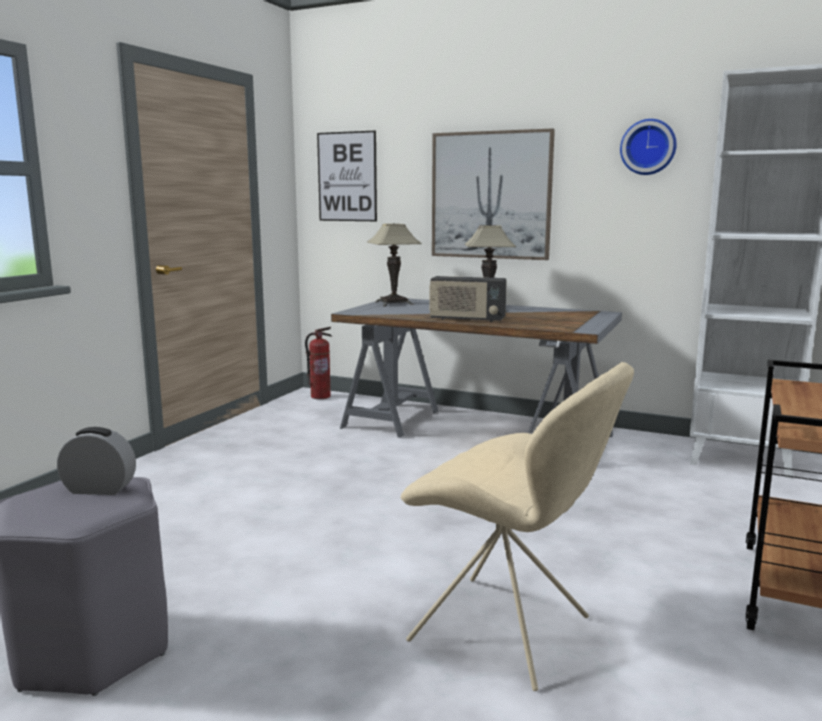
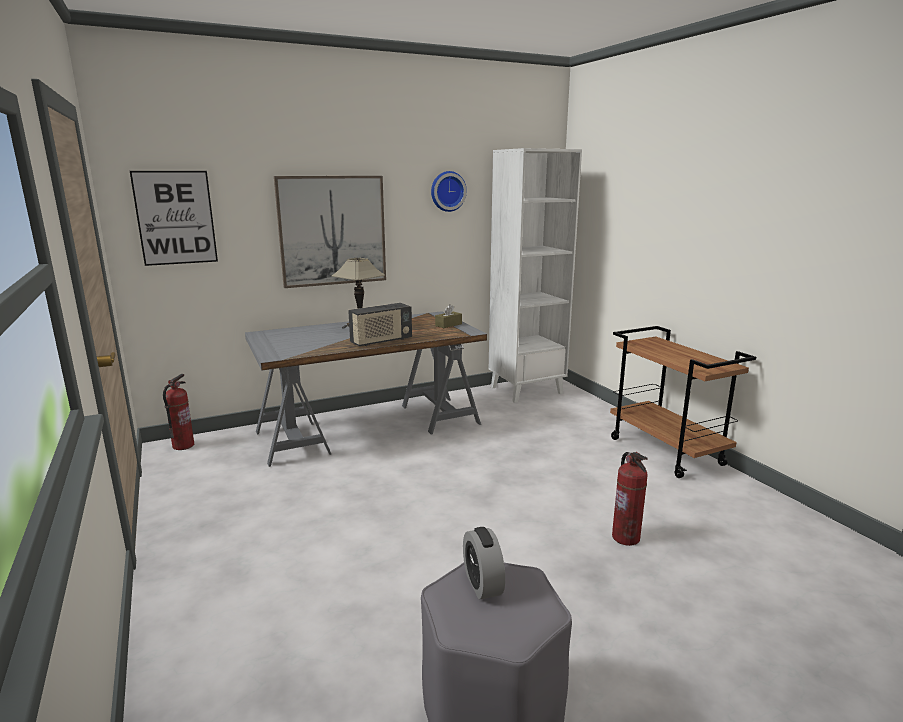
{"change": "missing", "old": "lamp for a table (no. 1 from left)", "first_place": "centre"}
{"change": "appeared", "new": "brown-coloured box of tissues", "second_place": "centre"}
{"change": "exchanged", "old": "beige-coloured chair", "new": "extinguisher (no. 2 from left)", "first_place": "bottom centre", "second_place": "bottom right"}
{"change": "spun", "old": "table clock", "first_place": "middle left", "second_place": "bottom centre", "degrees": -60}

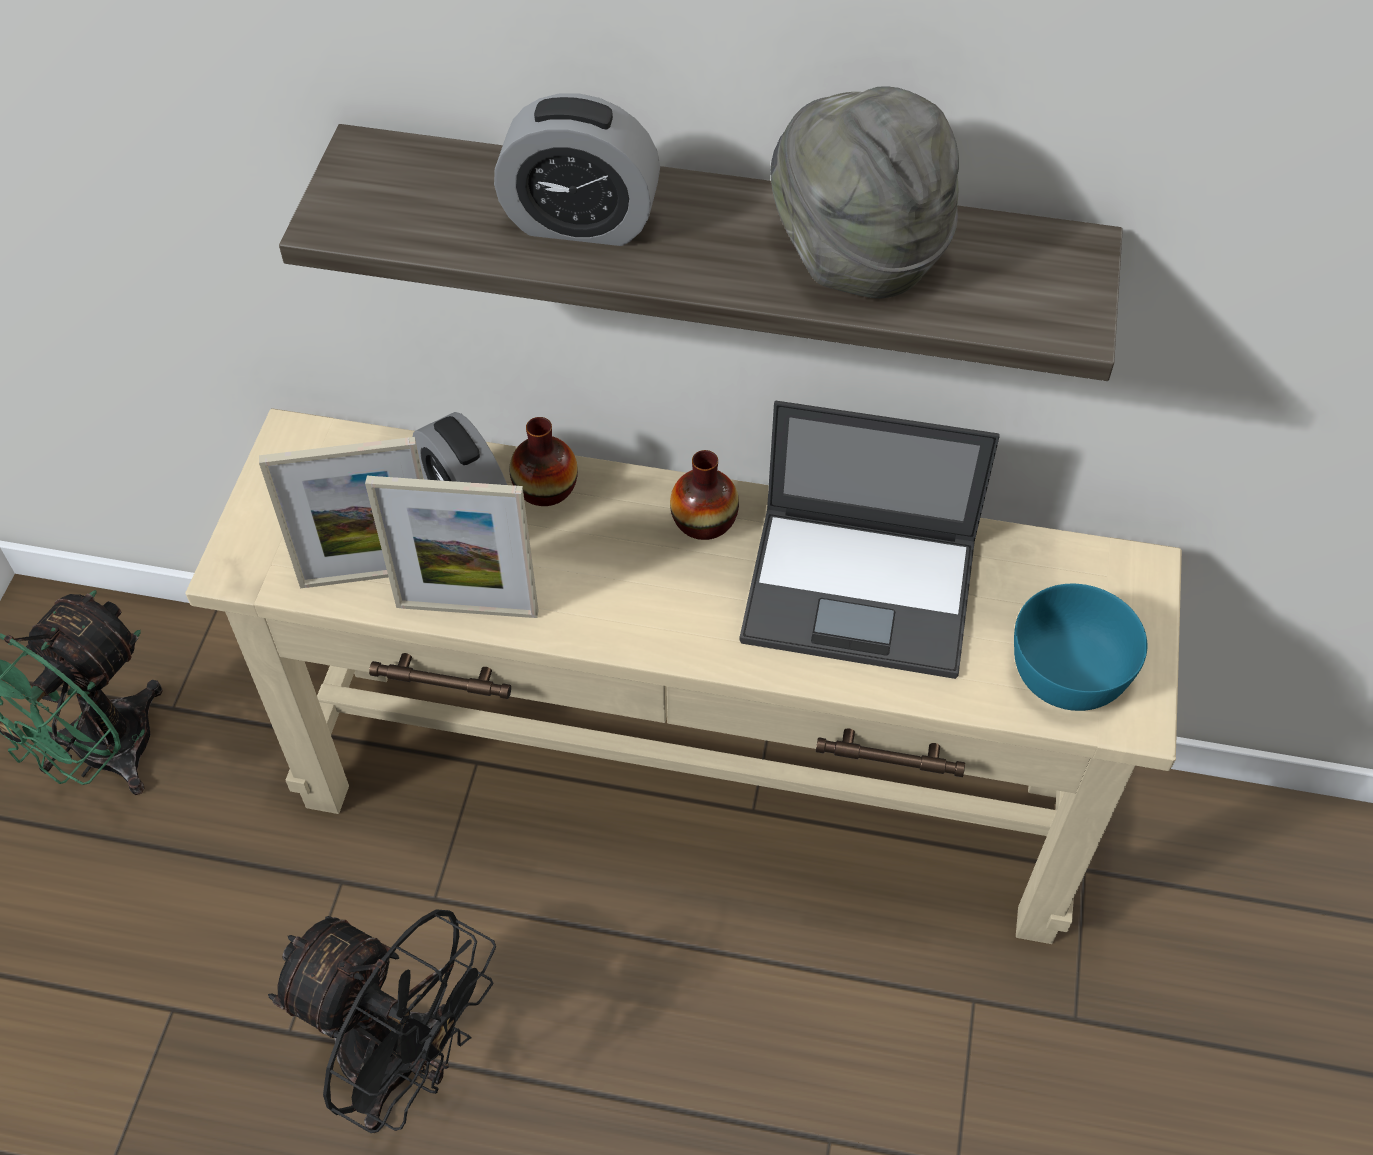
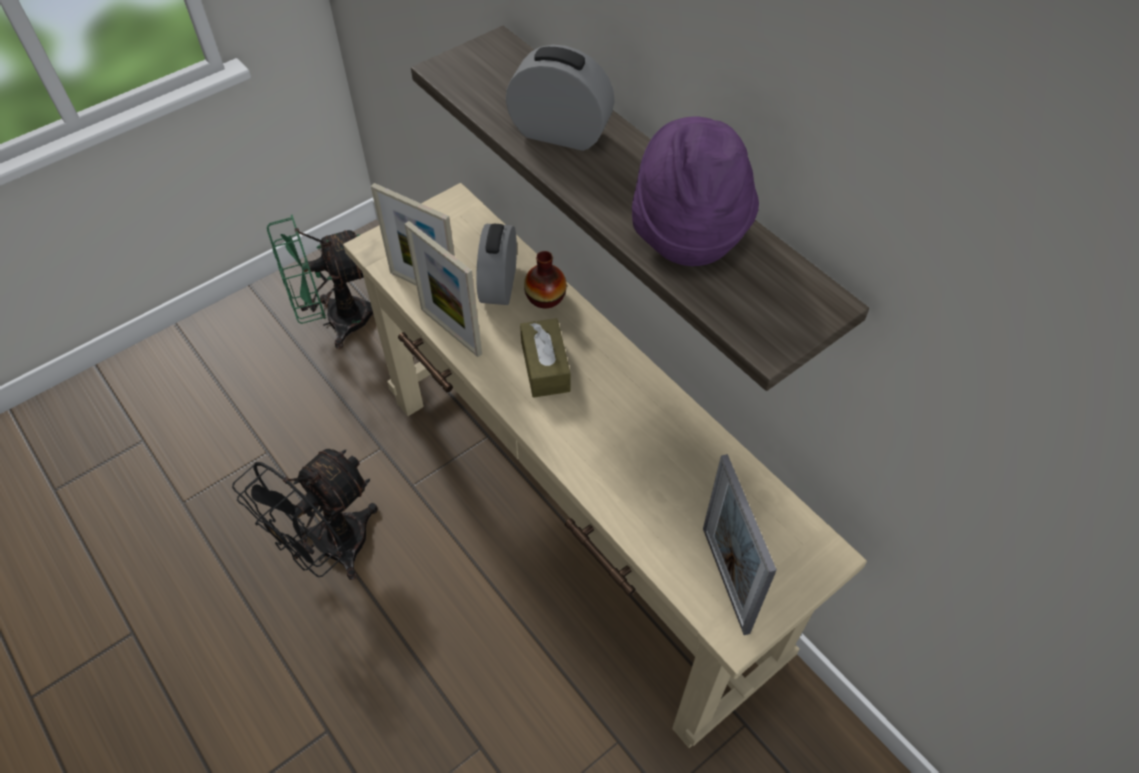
{"change": "missing", "old": "decorative vase (no. 2 from left)", "first_place": "centre"}
{"change": "missing", "old": "portable computer", "first_place": "centre"}
{"change": "appeared", "new": "brown-coloured box of tissues", "second_place": "centre"}
{"change": "exchanged", "old": "blue-green deep dish", "new": "photo frame (no. 3 from left)", "first_place": "middle right", "second_place": "bottom centre"}
{"change": "colour", "old": "gray wearable hat", "new": "purple wearable hat", "first_place": "top centre", "second_place": "top centre"}
{"change": "spun", "old": "blackish fan", "first_place": "bottom left", "second_place": "middle left", "degrees": 60}
{"change": "spun", "old": "table clock (no. 2 from left)", "first_place": "top centre", "second_place": "top centre", "degrees": 150}

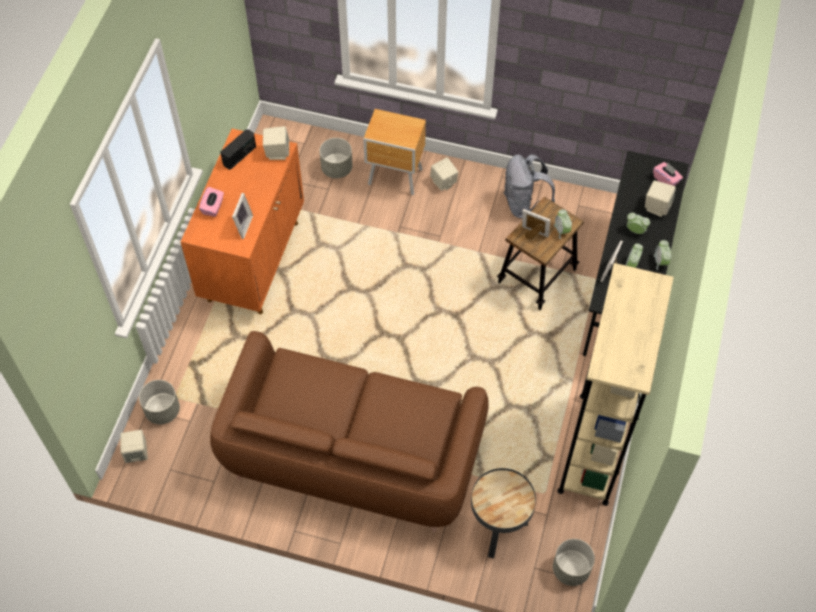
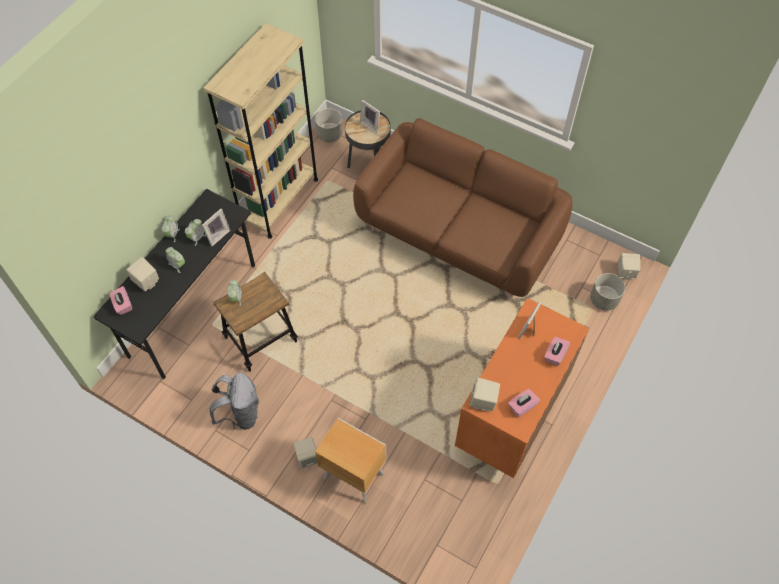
{"change": "missing", "old": "gray planter (no. 2 from left)", "first_place": "top centre"}
{"change": "relocated", "old": "photo frame (no. 2 from left)", "first_place": "centre", "second_place": "top centre"}
{"change": "exchanged", "old": "radio set", "new": "pink box of tissues (no. 2 from left)", "first_place": "top left", "second_place": "bottom right"}

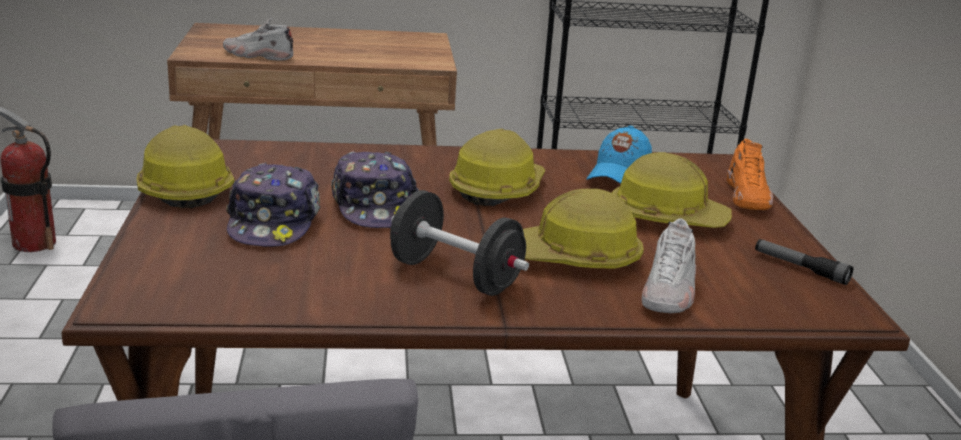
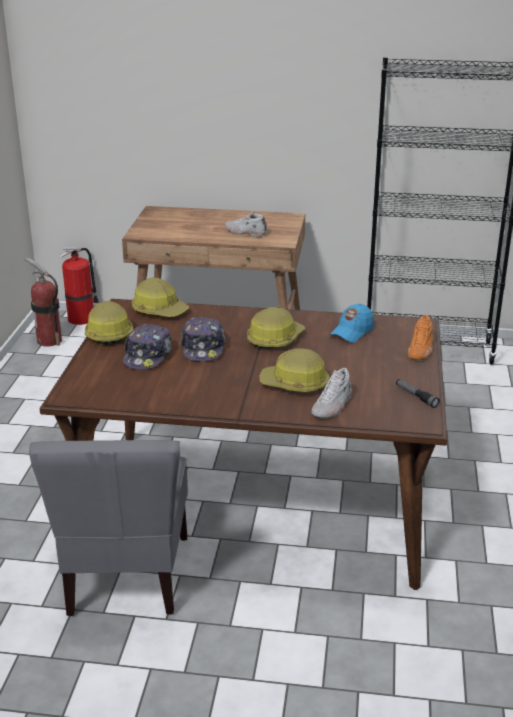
{"change": "missing", "old": "blackish dumbbell", "first_place": "centre"}
{"change": "appeared", "new": "extinguisher (no. 2 from left)", "second_place": "middle left"}
{"change": "relocated", "old": "white-coloured shoe (no. 1 from left)", "first_place": "top left", "second_place": "top centre"}
{"change": "relocated", "old": "hard hat (no. 4 from left in the first image)", "new": "hard hat (no. 2 from left)", "first_place": "middle right", "second_place": "middle left"}

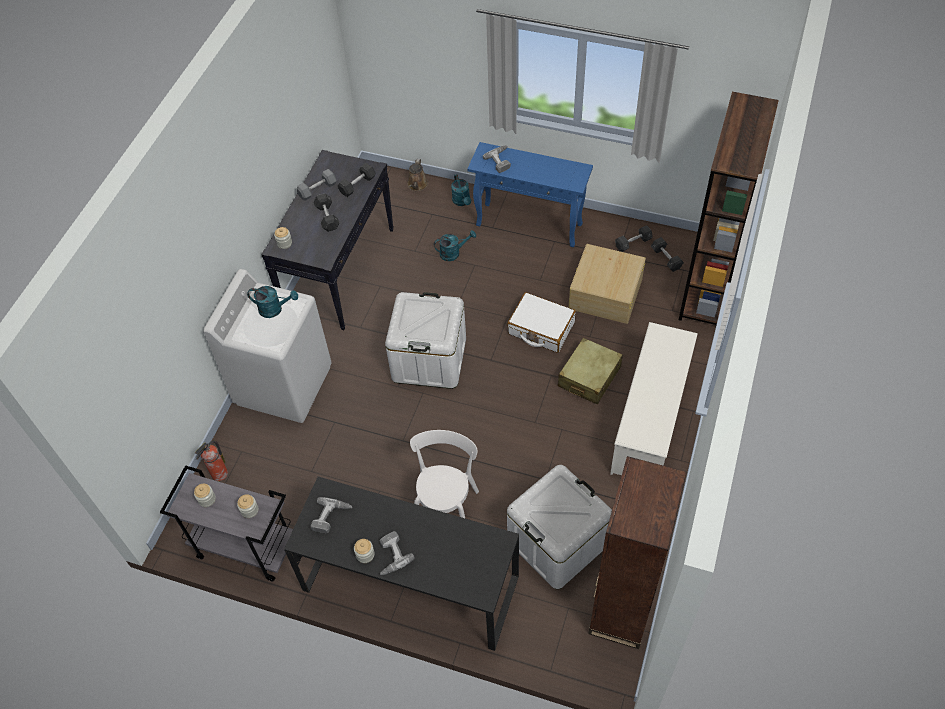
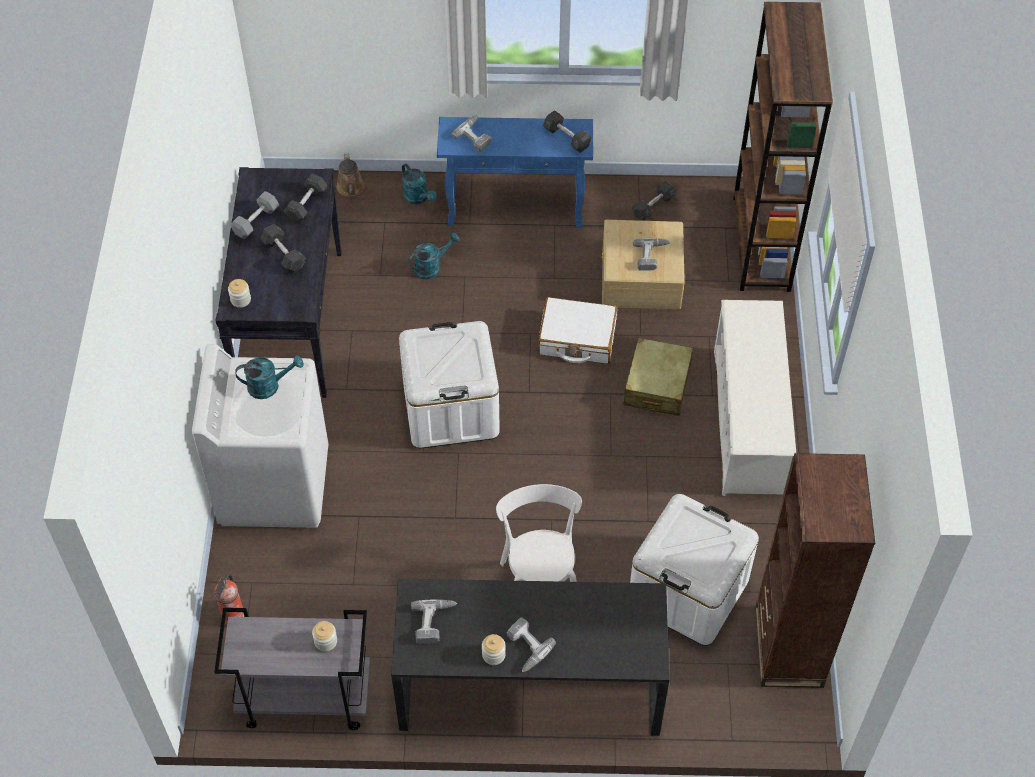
{"change": "missing", "old": "jar (no. 1 from left)", "first_place": "bottom left"}
{"change": "appeared", "new": "power drill (no. 4 from left)", "second_place": "top centre"}
{"change": "relocated", "old": "gray dumbbell (no. 5 from left in the first image)", "new": "gray dumbbell (no. 4 from left)", "first_place": "middle right", "second_place": "top centre"}

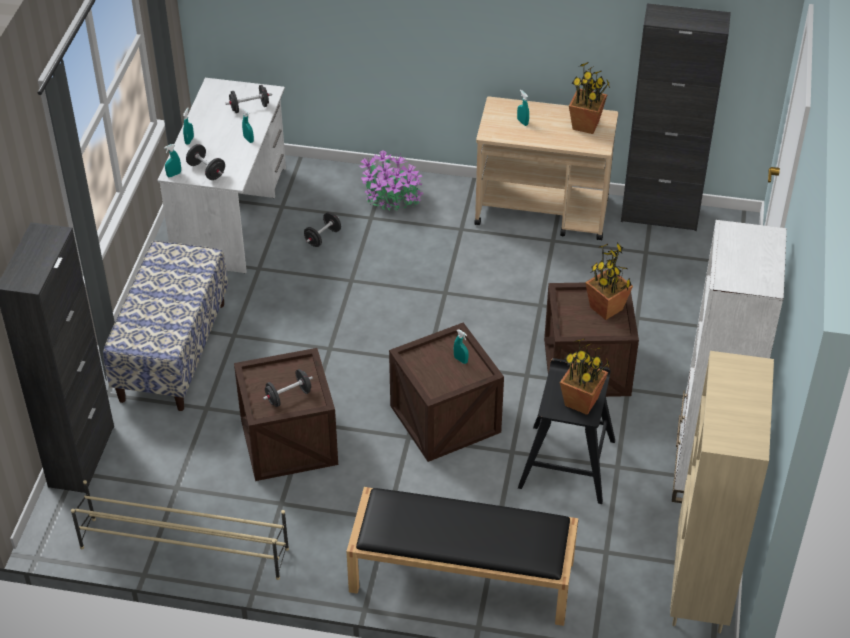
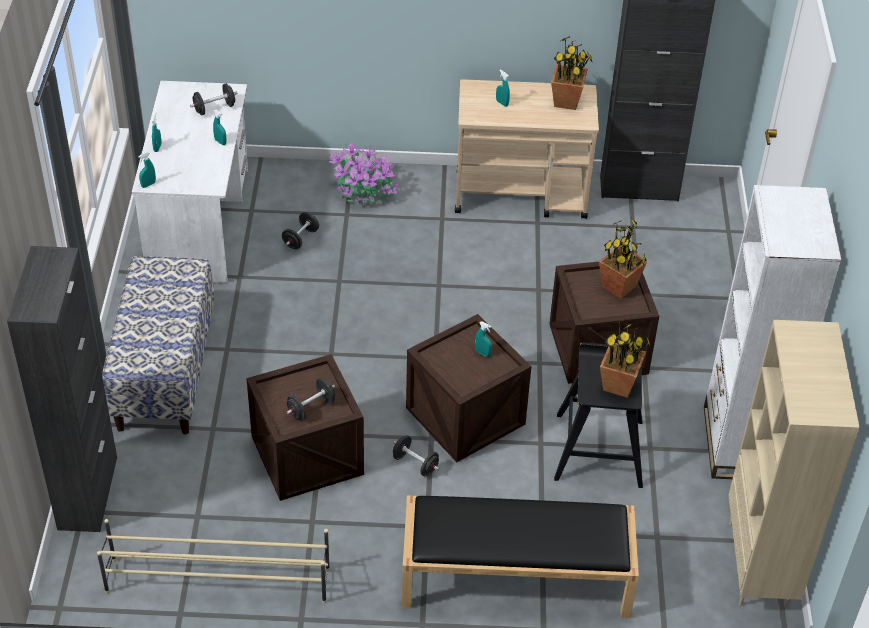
{"change": "relocated", "old": "blackish dumbbell (no. 1 from left in the first image)", "new": "blackish dumbbell (no. 4 from left)", "first_place": "top left", "second_place": "bottom centre"}

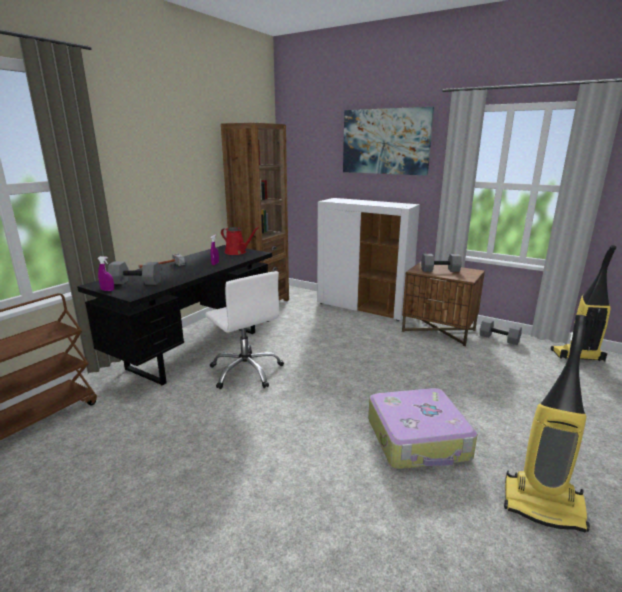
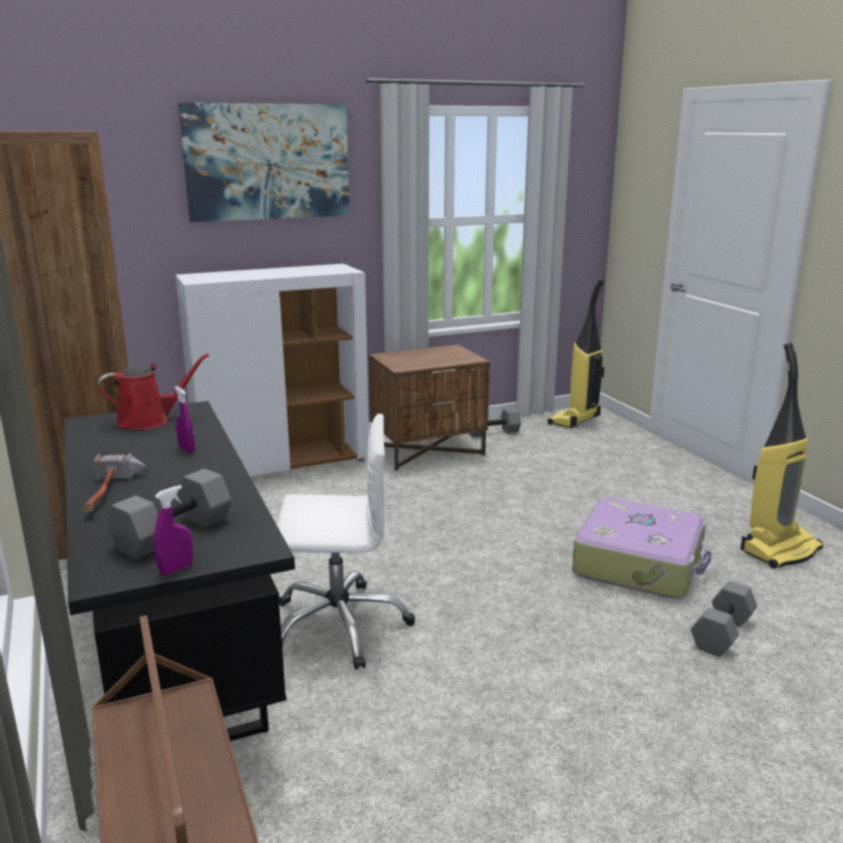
{"change": "relocated", "old": "gray dumbbell (no. 2 from left in the first image)", "new": "gray dumbbell (no. 3 from left)", "first_place": "middle right", "second_place": "bottom right"}

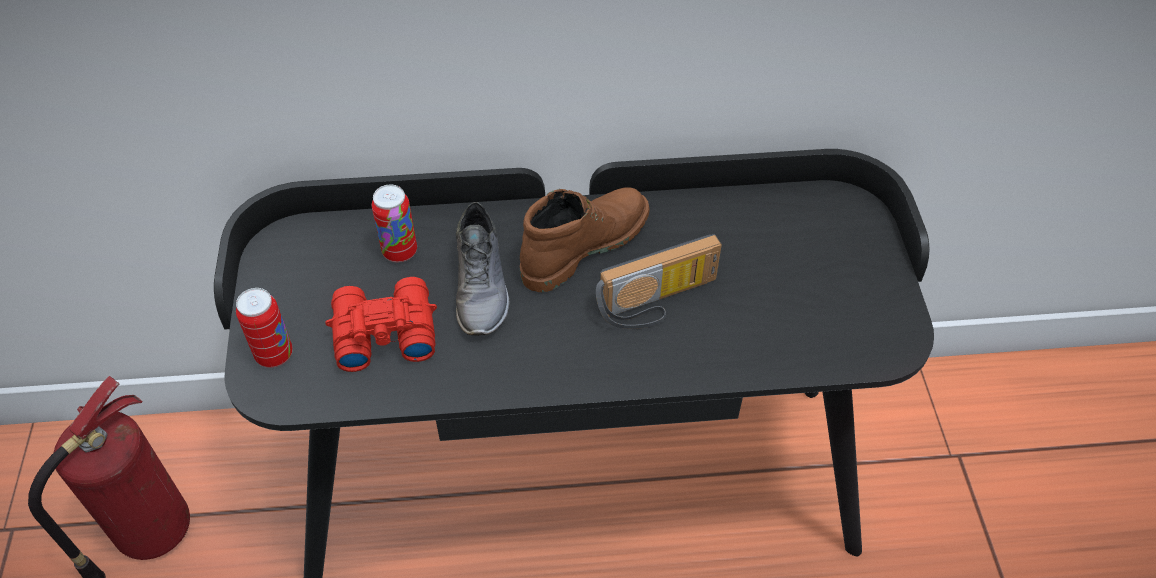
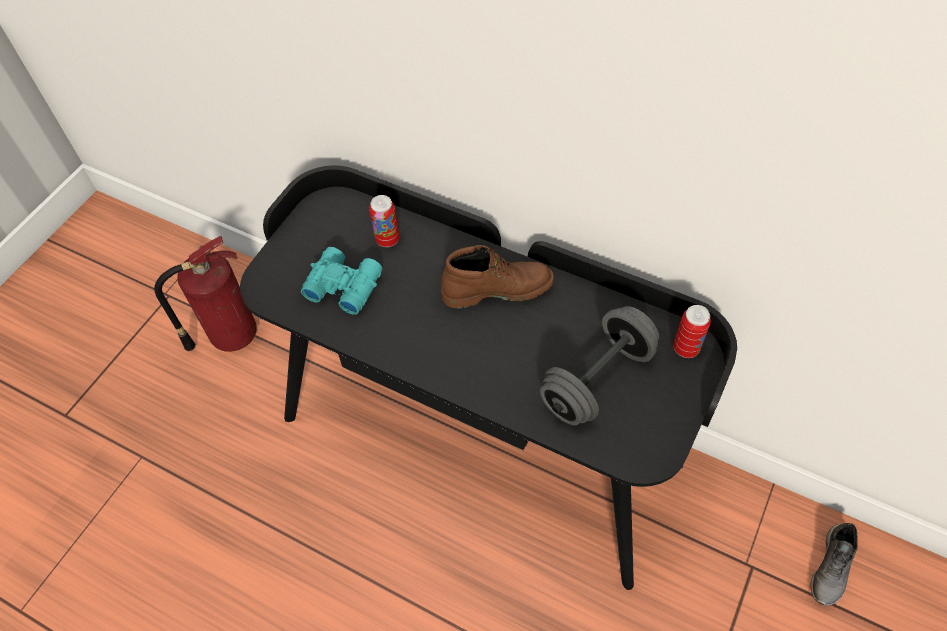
{"change": "missing", "old": "radio set", "first_place": "centre"}
{"change": "appeared", "new": "gray dumbbell", "second_place": "centre"}
{"change": "relocated", "old": "sealed can (no. 1 from left in the first image)", "new": "sealed can (no. 2 from left)", "first_place": "middle left", "second_place": "middle right"}
{"change": "relocated", "old": "gray shoe", "first_place": "centre", "second_place": "bottom right"}
{"change": "colour", "old": "red binoculars", "new": "blue-green binoculars", "first_place": "middle left", "second_place": "centre"}

